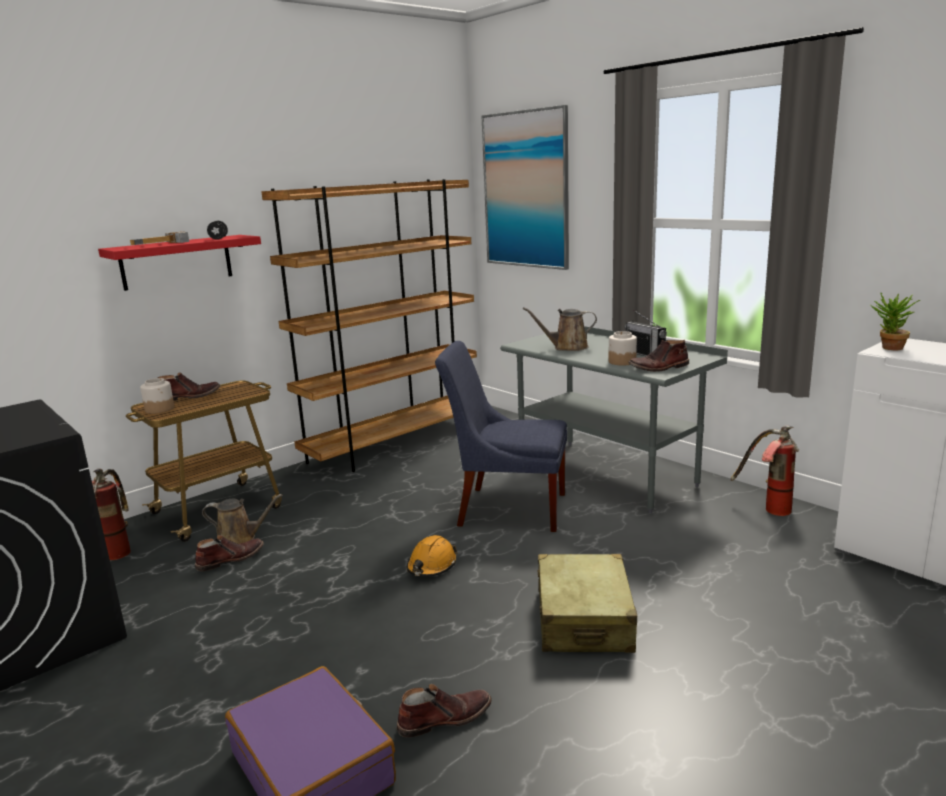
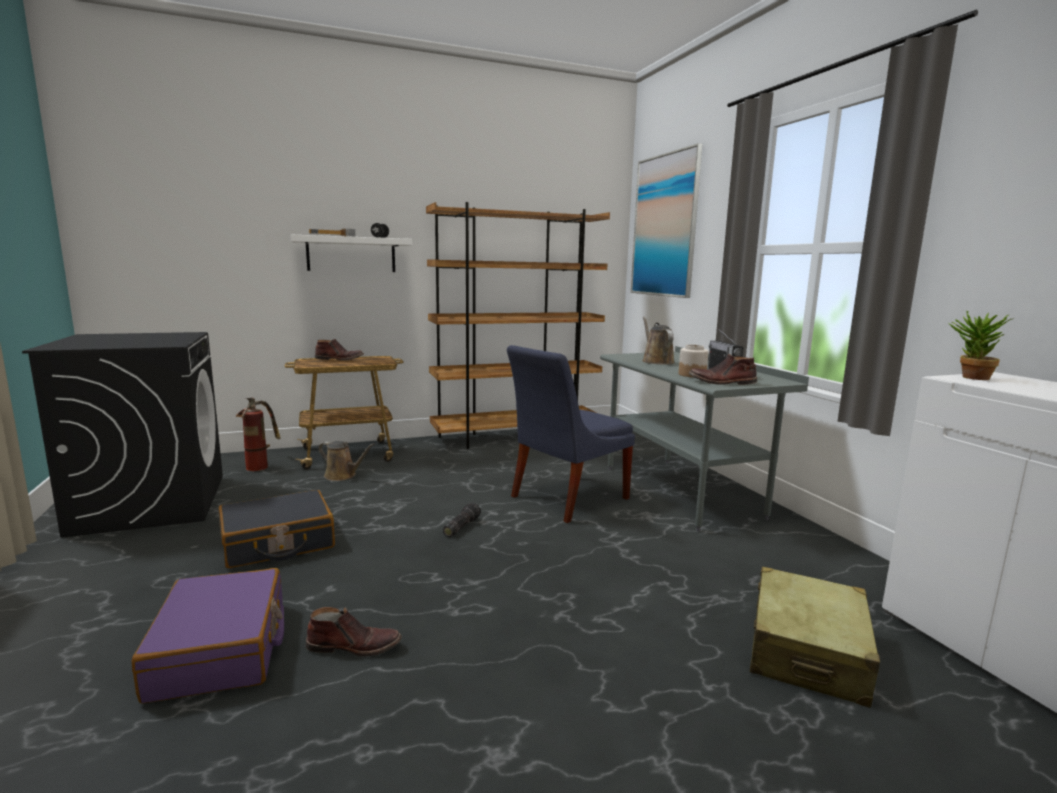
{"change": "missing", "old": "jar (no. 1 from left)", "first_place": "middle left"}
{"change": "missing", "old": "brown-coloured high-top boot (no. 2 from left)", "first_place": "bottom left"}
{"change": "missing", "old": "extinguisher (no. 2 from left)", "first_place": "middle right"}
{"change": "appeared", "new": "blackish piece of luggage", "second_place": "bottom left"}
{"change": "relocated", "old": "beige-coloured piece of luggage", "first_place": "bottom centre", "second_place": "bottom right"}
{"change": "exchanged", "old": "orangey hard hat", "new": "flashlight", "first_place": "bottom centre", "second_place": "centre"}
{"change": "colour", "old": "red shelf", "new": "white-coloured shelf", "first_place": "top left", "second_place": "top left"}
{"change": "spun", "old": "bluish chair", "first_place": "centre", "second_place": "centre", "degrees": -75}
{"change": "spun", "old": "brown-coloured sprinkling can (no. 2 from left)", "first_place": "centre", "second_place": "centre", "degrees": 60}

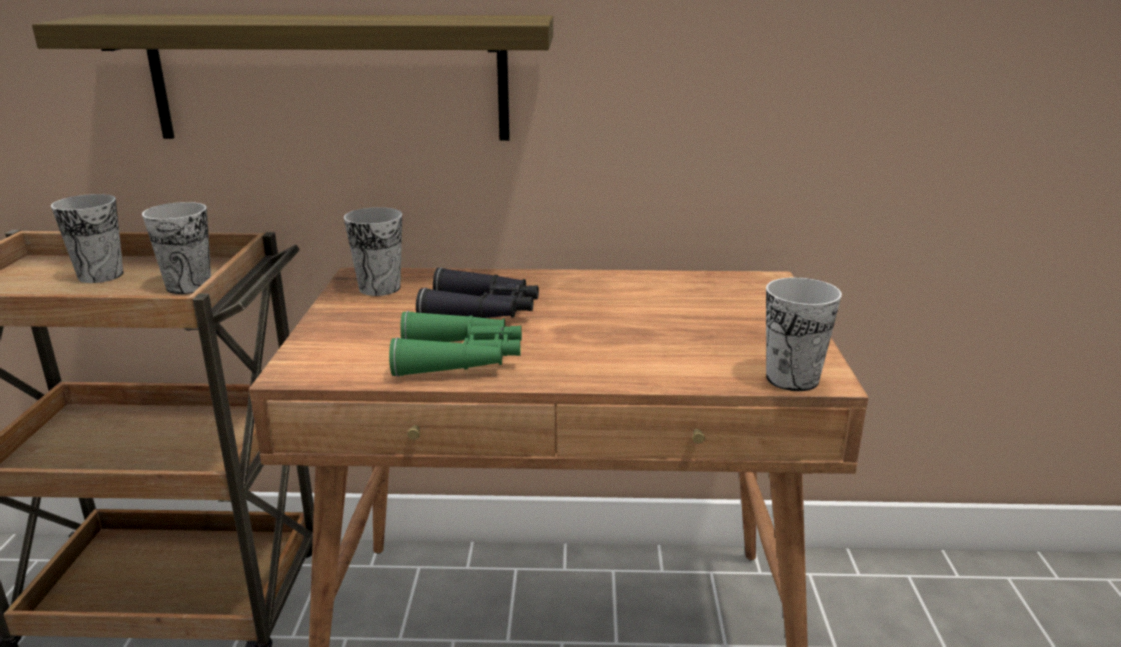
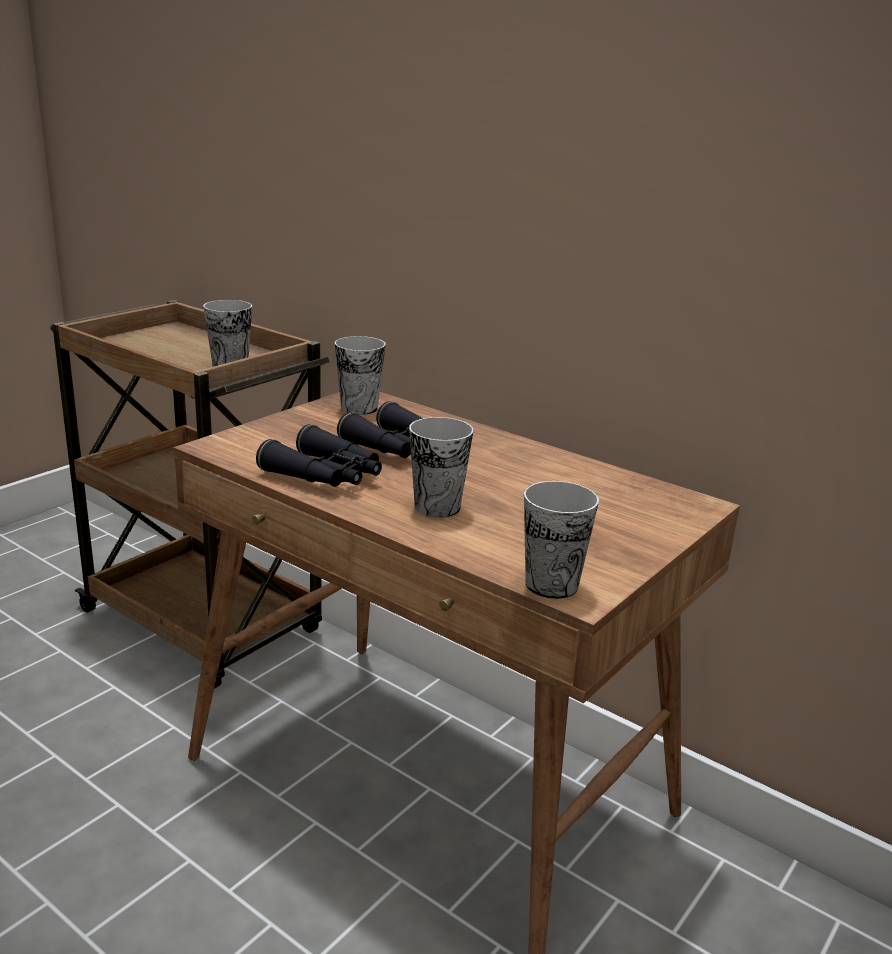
{"change": "missing", "old": "shelf", "first_place": "top left"}
{"change": "relocated", "old": "cup (no. 1 from left in the first image)", "new": "cup (no. 3 from left)", "first_place": "middle left", "second_place": "centre"}
{"change": "colour", "old": "green binoculars", "new": "blackish binoculars (no. 1 from left)", "first_place": "centre", "second_place": "centre"}

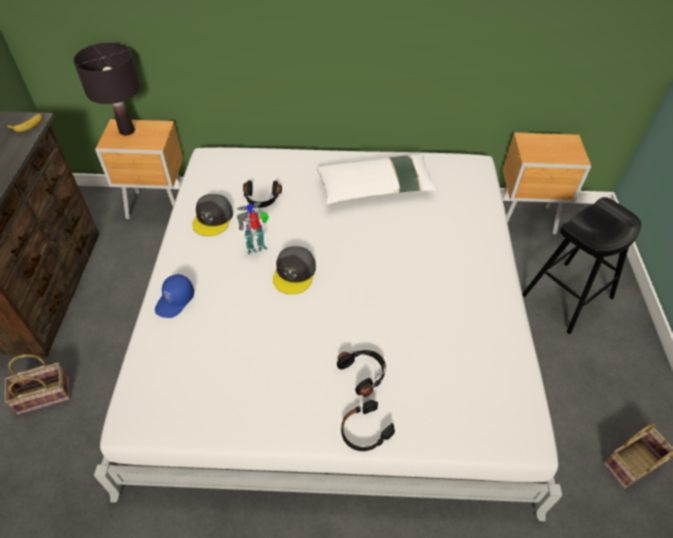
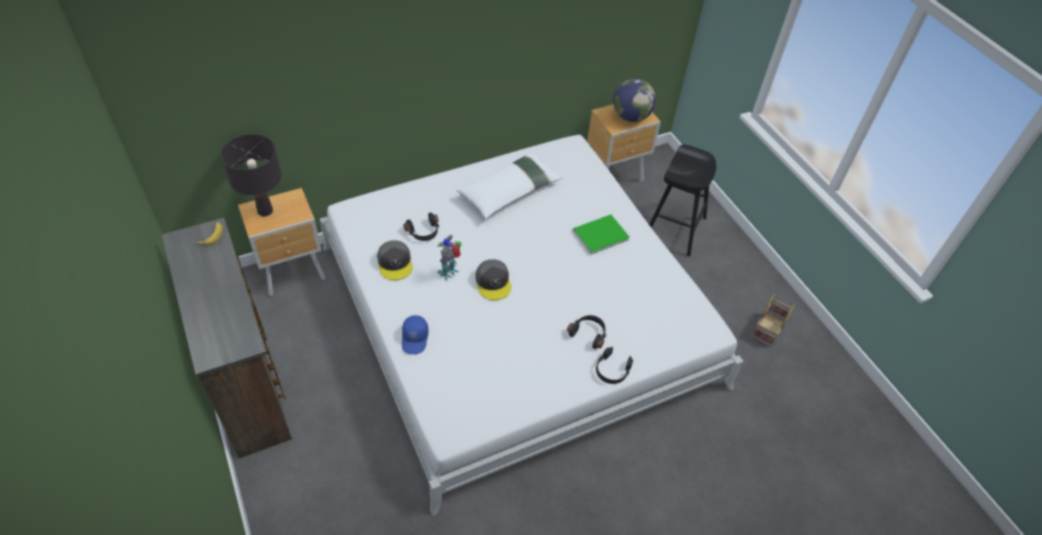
{"change": "missing", "old": "household basket (no. 1 from left)", "first_place": "bottom left"}
{"change": "appeared", "new": "green volume", "second_place": "centre"}
{"change": "appeared", "new": "desk globe", "second_place": "top centre"}

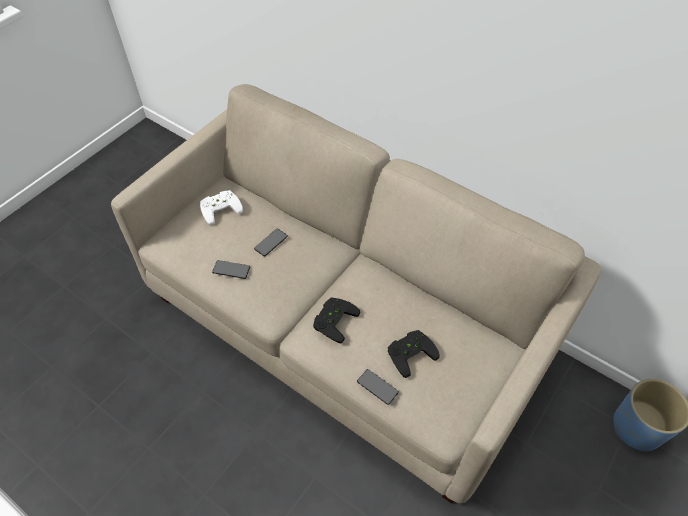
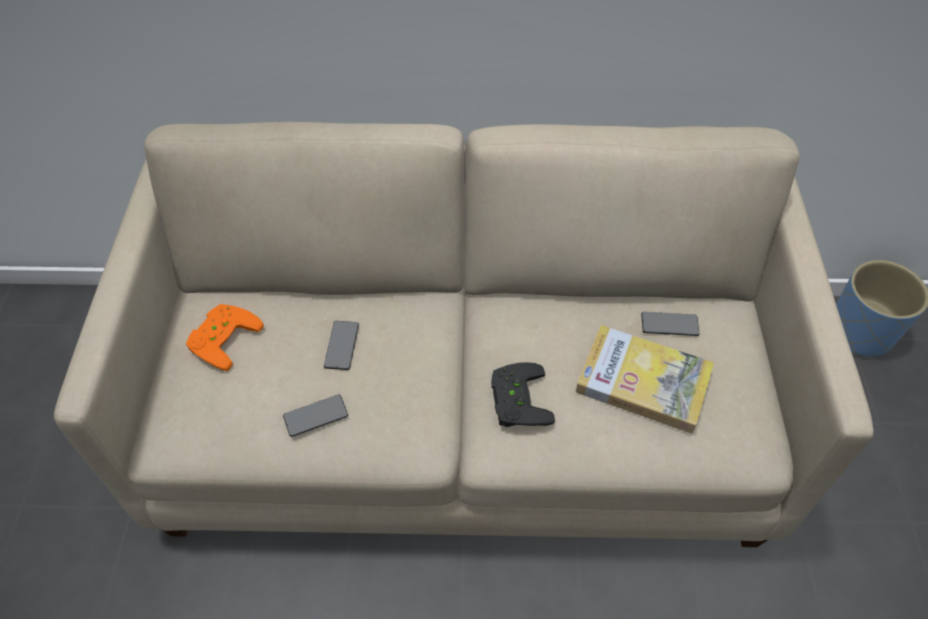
{"change": "relocated", "old": "handset (no. 3 from left)", "first_place": "bottom centre", "second_place": "middle right"}
{"change": "exchanged", "old": "blackish gamepad (no. 2 from left)", "new": "volume", "first_place": "bottom centre", "second_place": "middle right"}
{"change": "colour", "old": "white-coloured gamepad", "new": "orangey gamepad", "first_place": "middle left", "second_place": "middle left"}

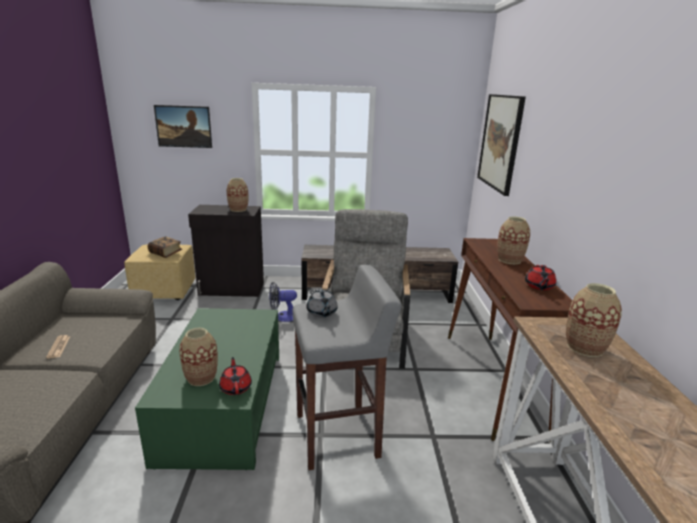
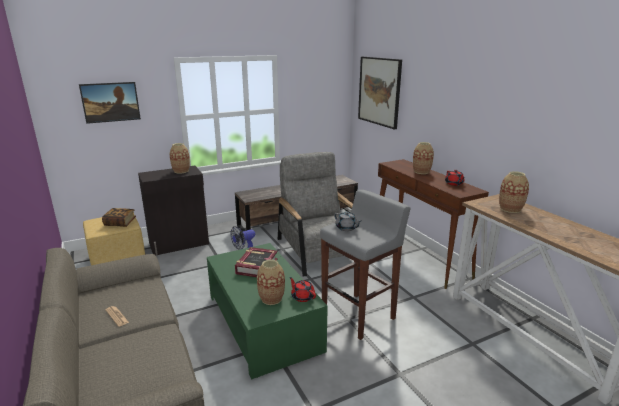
{"change": "appeared", "new": "volume (no. 2 from left)", "second_place": "centre"}

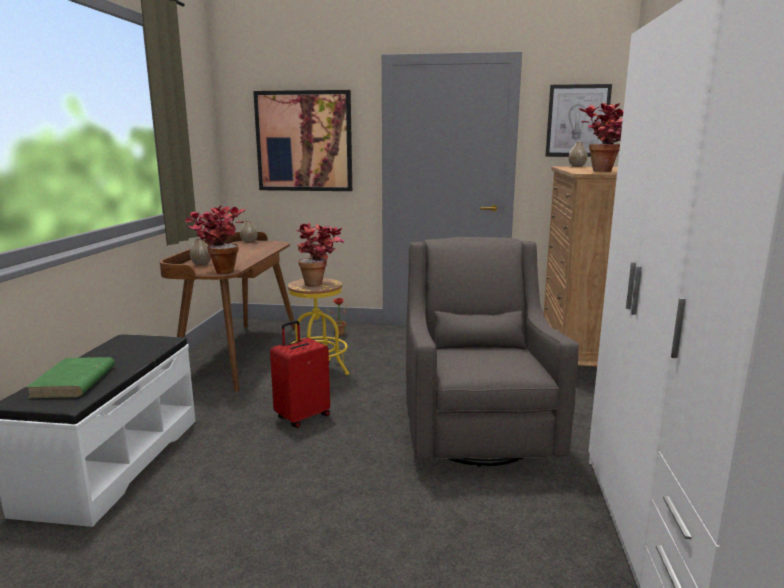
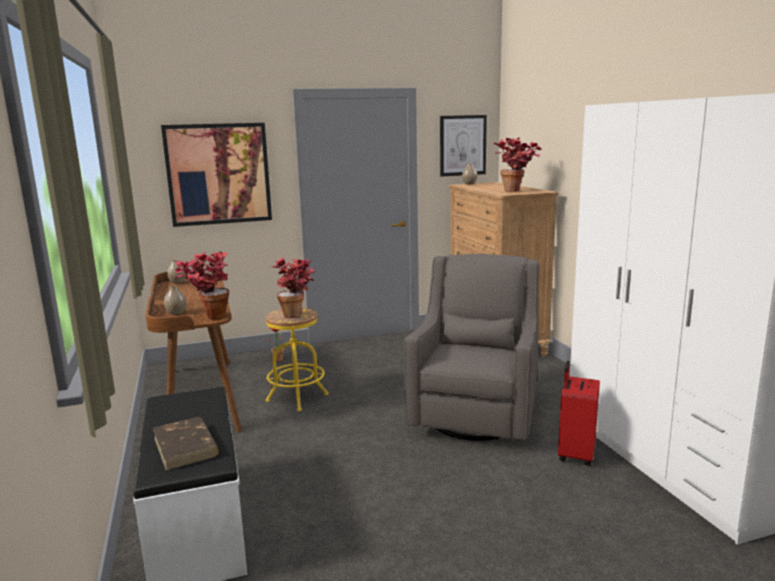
{"change": "relocated", "old": "red piece of luggage", "first_place": "centre", "second_place": "bottom right"}
{"change": "colour", "old": "green volume", "new": "brown-coloured volume", "first_place": "middle left", "second_place": "bottom left"}
{"change": "spun", "old": "gray armchair", "first_place": "centre", "second_place": "centre", "degrees": 45}

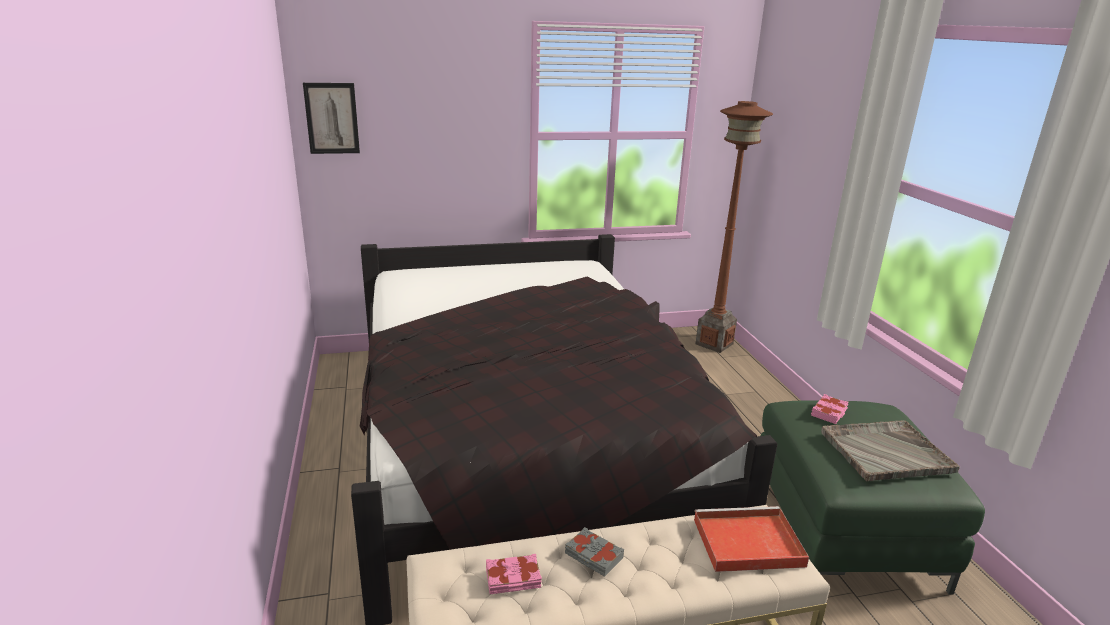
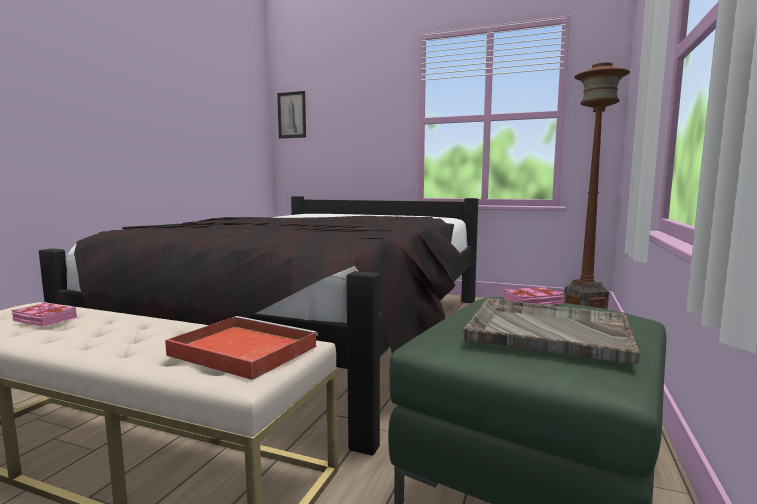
{"change": "missing", "old": "gray volume", "first_place": "bottom centre"}

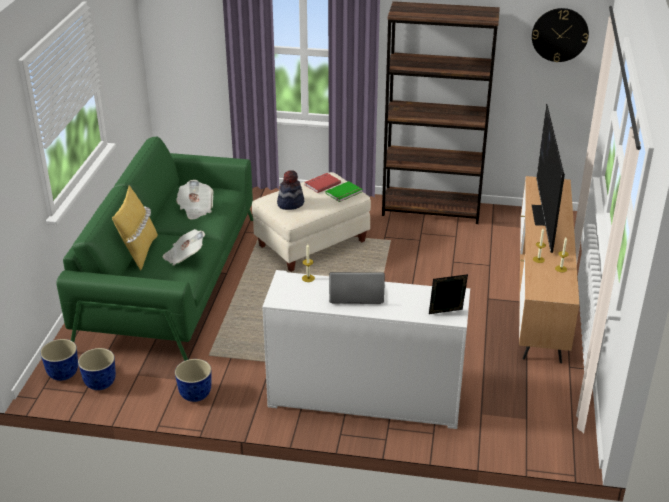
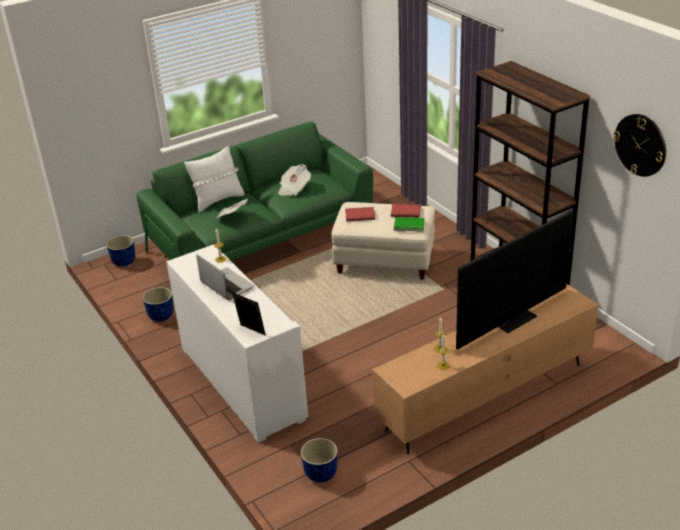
{"change": "relocated", "old": "planter (no. 2 from left in the first image)", "new": "planter (no. 3 from left)", "first_place": "bottom left", "second_place": "bottom centre"}
{"change": "exchanged", "old": "wearable hat", "new": "red volume (no. 1 from left)", "first_place": "centre", "second_place": "centre"}
{"change": "colour", "old": "yellowish throw pillow", "new": "white-coloured throw pillow", "first_place": "middle left", "second_place": "middle left"}

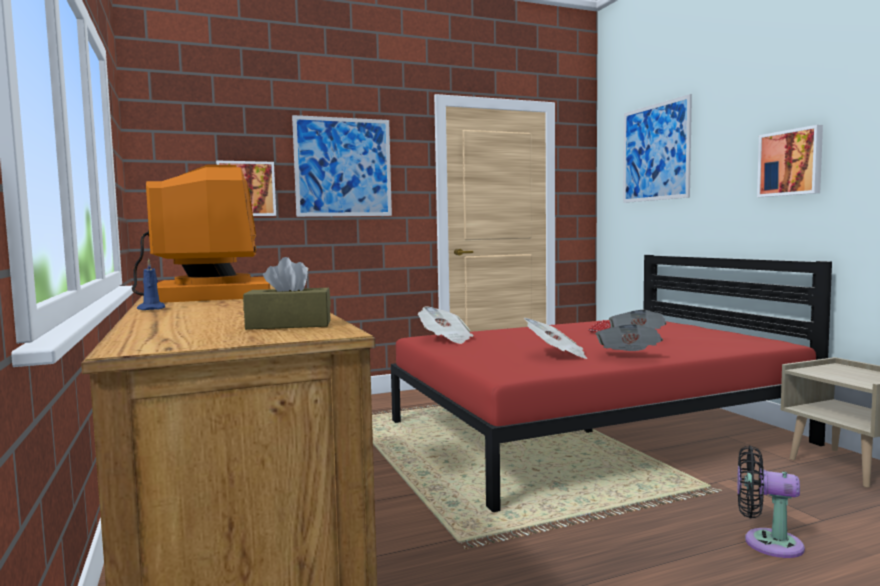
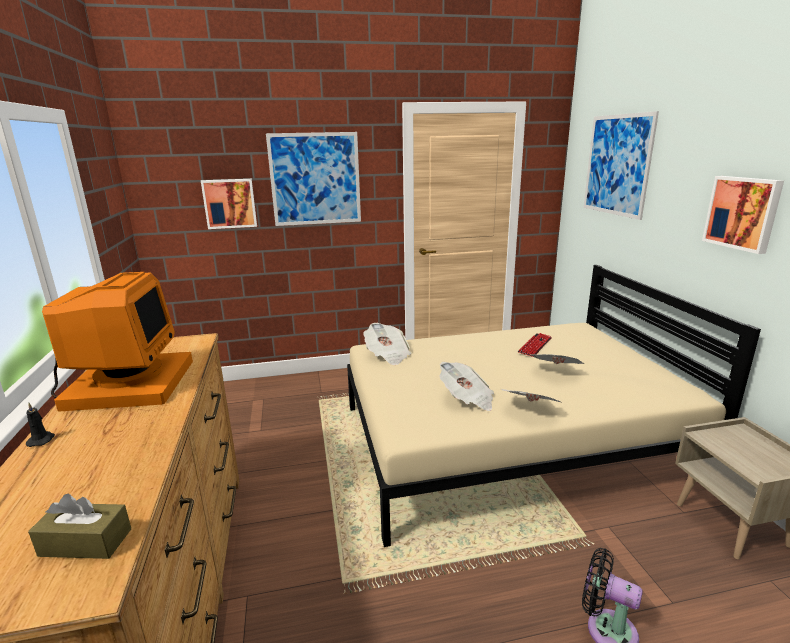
{"change": "colour", "old": "bluish candle", "new": "blackish candle", "first_place": "middle left", "second_place": "middle left"}
{"change": "colour", "old": "red bed", "new": "beige-coloured bed", "first_place": "middle right", "second_place": "middle right"}

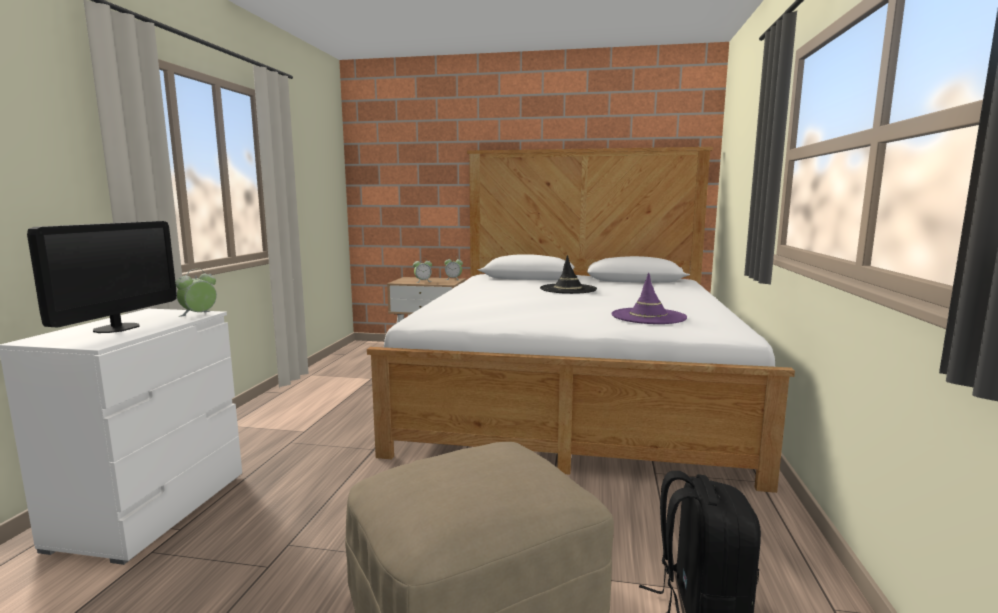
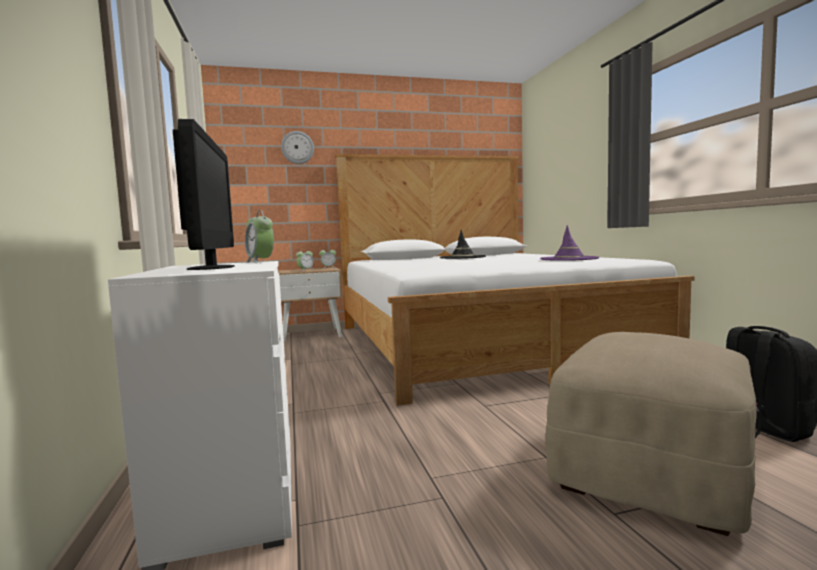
{"change": "appeared", "new": "wall clock", "second_place": "top centre"}
{"change": "spun", "old": "table clock (no. 1 from left)", "first_place": "middle left", "second_place": "middle left", "degrees": -45}

